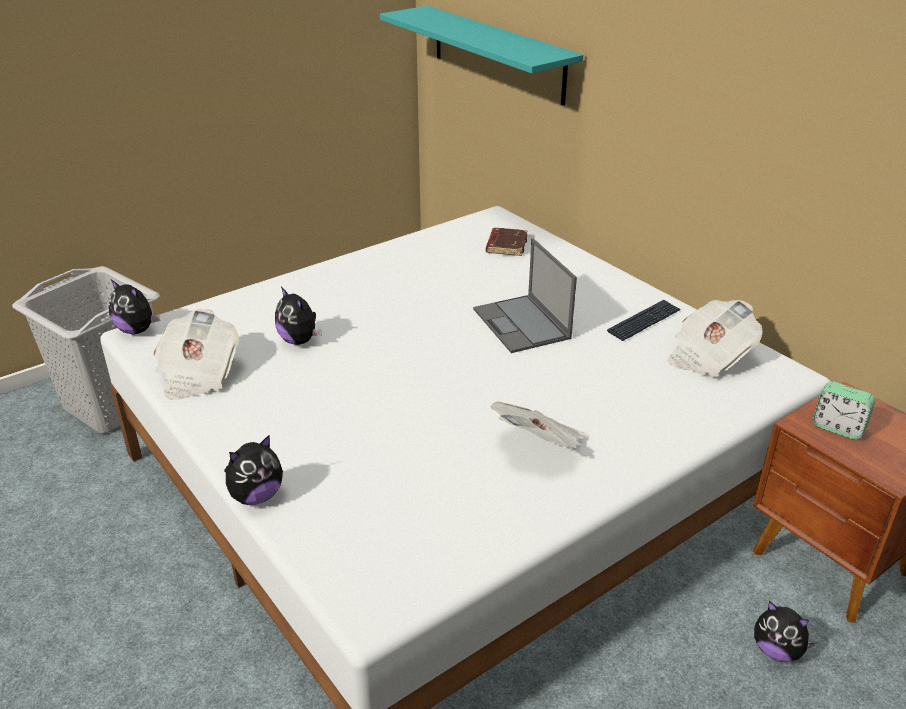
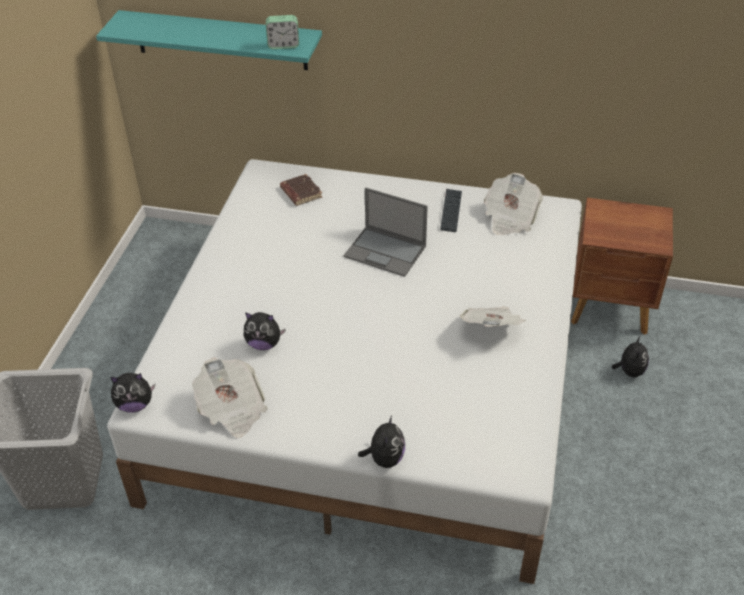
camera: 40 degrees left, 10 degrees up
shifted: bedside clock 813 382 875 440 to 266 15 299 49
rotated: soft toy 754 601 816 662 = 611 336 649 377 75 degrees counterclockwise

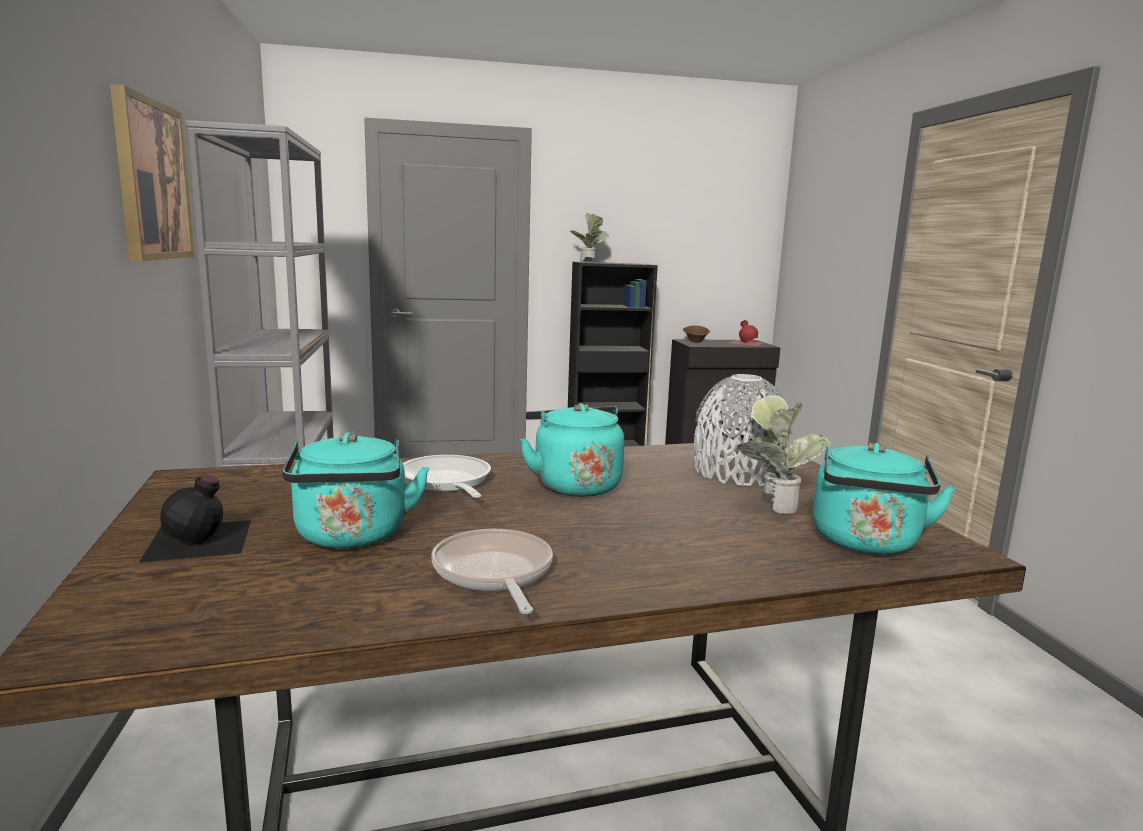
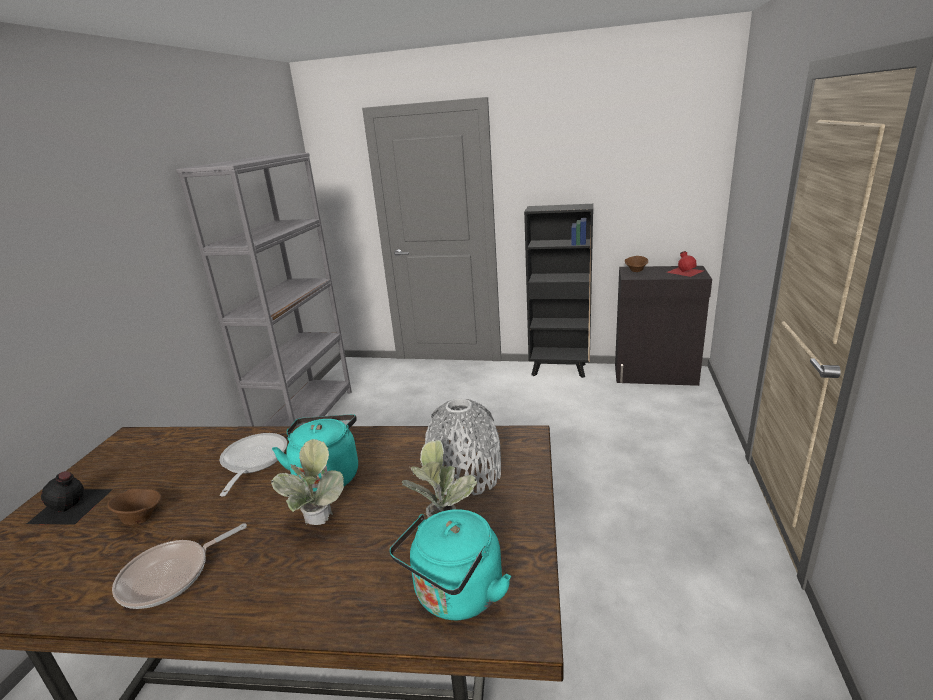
camera: 25 degrees right, 10 degrees up
gone: picture 110 84 195 261
shifted: houseplant 570 213 609 262 to 271 439 344 525
swapped: turquoise water kettle 282 432 430 548 to brown deep dish 107 489 161 525
rotated: skillet 431 529 553 614 = 112 523 247 609 135 degrees counterclockwise

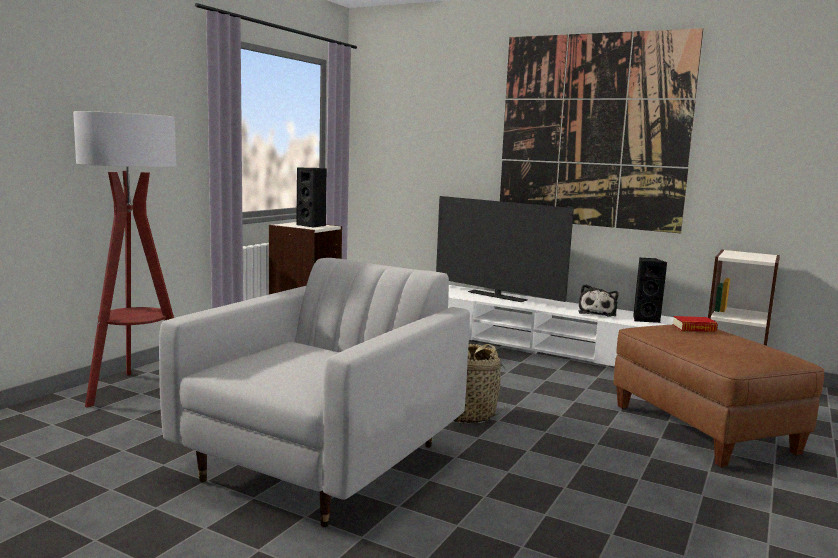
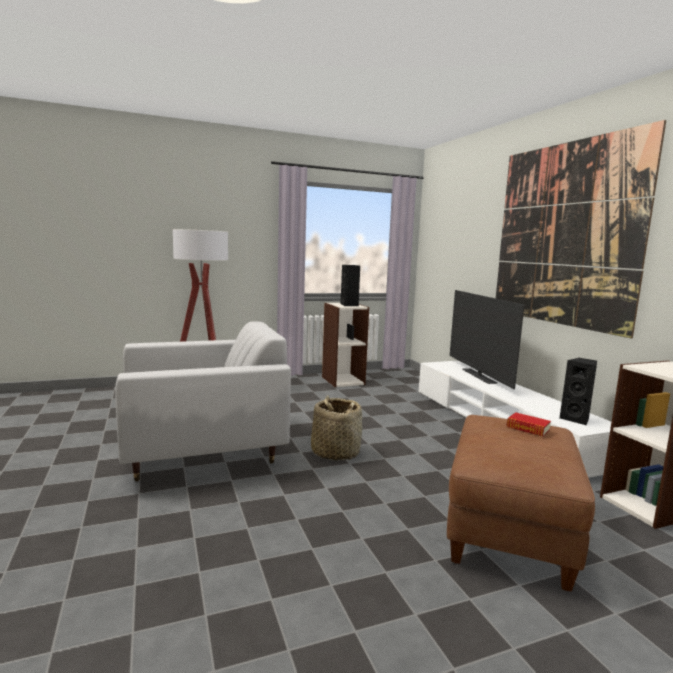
camera: 40 degrees right, 0 degrees up
gone: soft toy 578 284 618 316

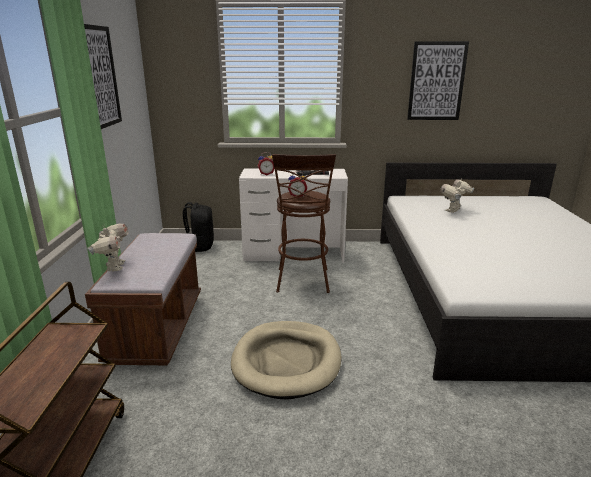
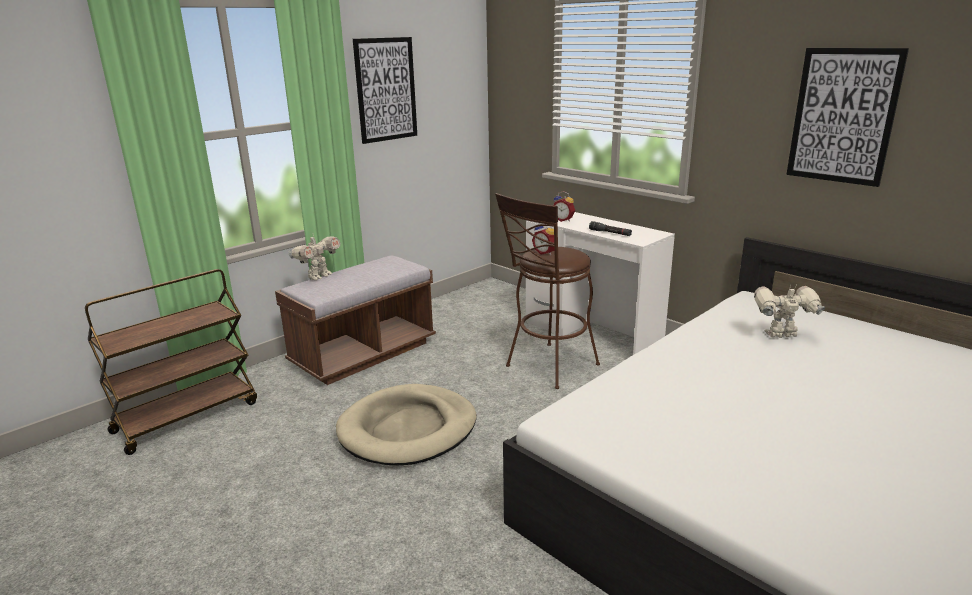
camera: 45 degrees right, 0 degrees up
gone: black rucksack 183 202 214 252

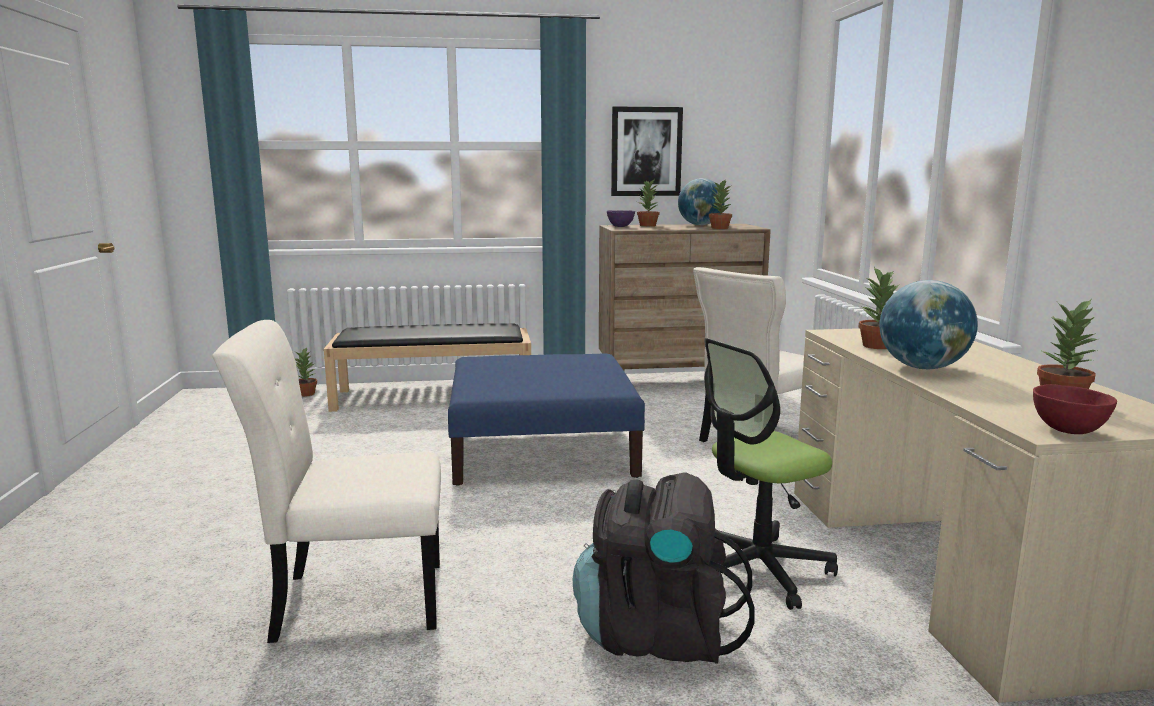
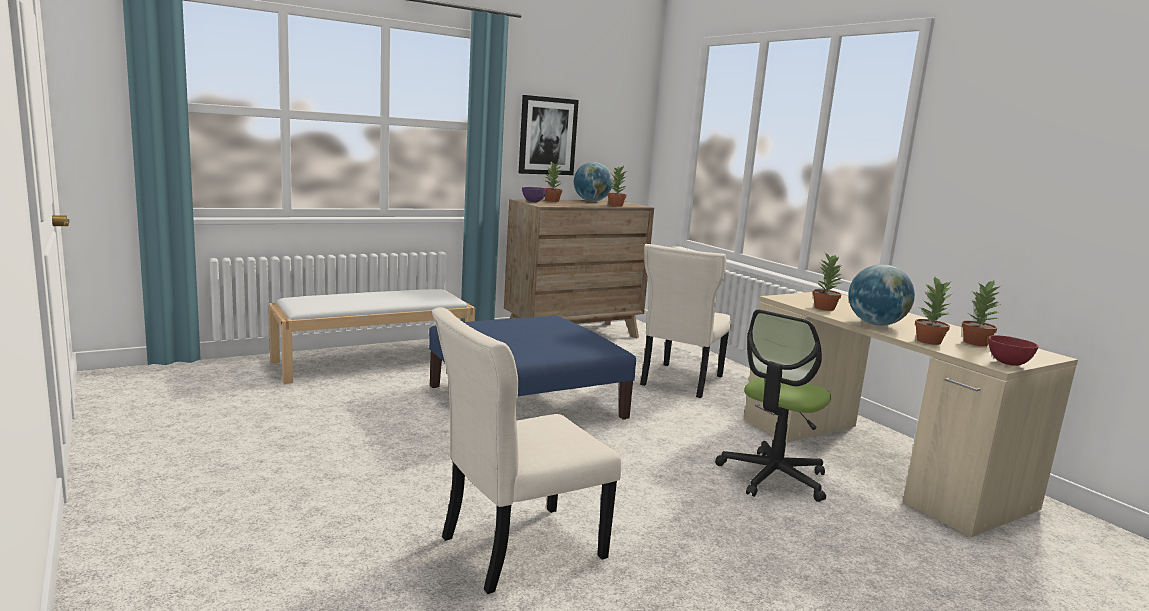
camera: 25 degrees left, 0 degrees up
gone: black rucksack 573 472 755 664
shifted: houseplant 294 347 317 397 to 915 277 952 345
repainted: black long seat 323 323 531 412 to white long seat 269 289 475 384

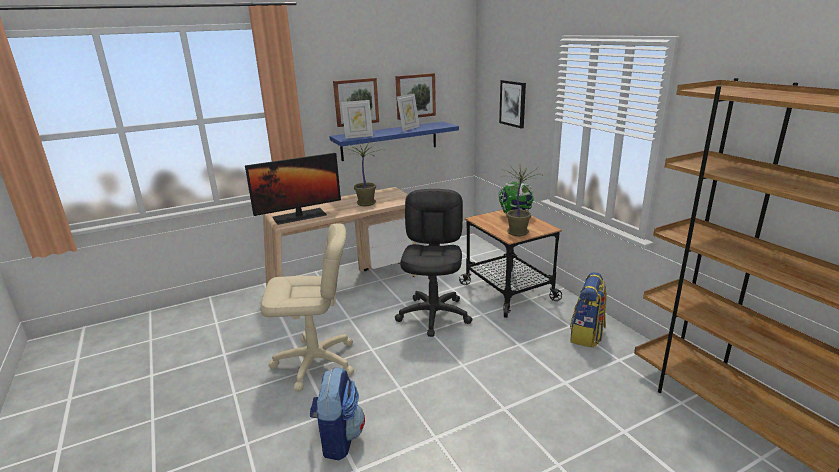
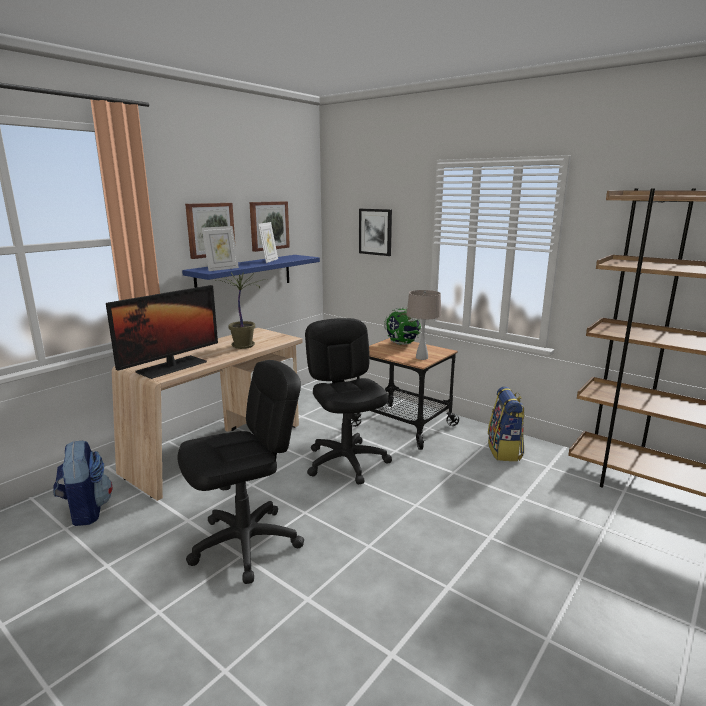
camera: 25 degrees left, 5 degrees down
shifted: rucksack 310 367 365 460 to 53 441 113 526
swapped: houseplant 501 167 543 236 to beige lamp for a table 406 290 442 360
repainted: beige desk chair 260 223 354 391 to black desk chair 177 360 304 584

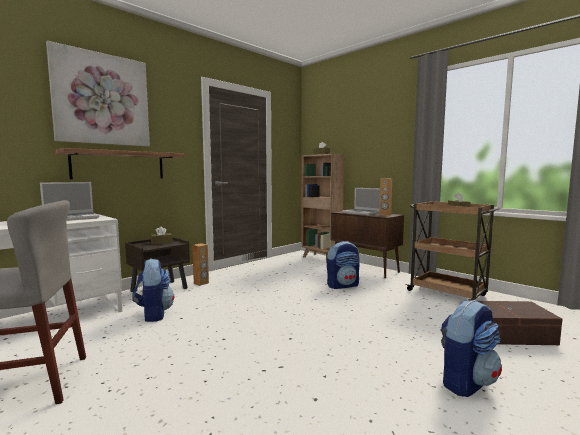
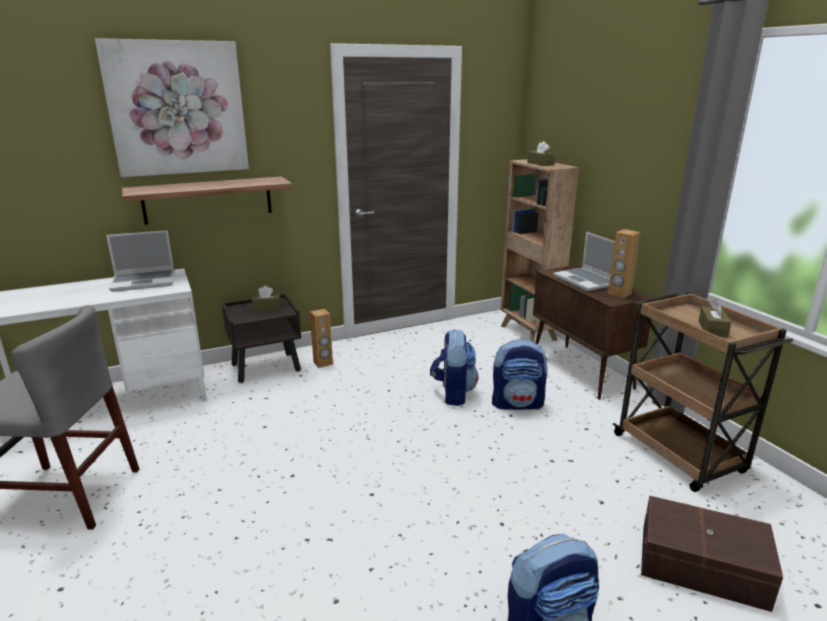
camera: 20 degrees right, 15 degrees up
shifted: rucksack 132 259 174 322 to 430 329 478 406

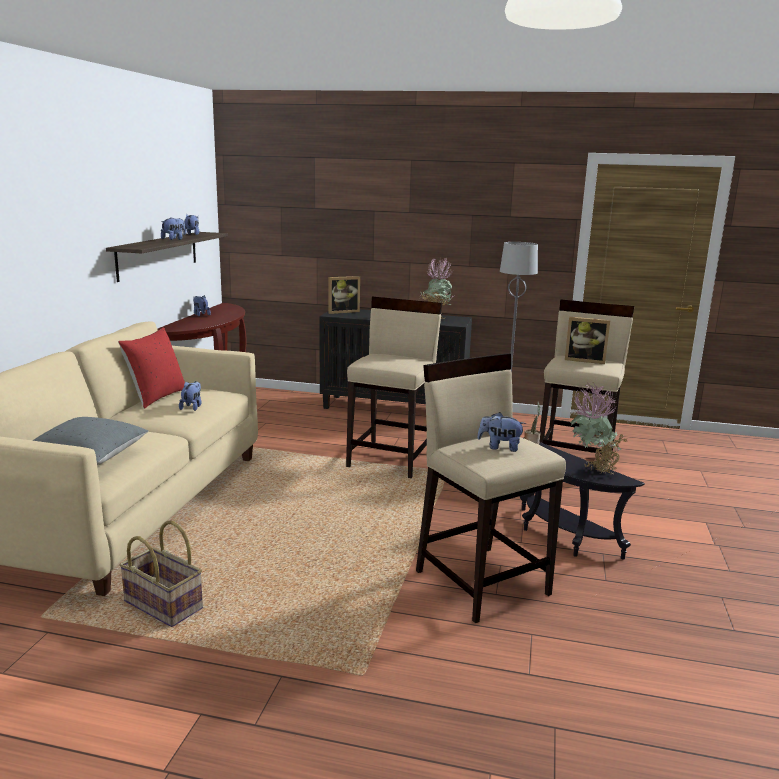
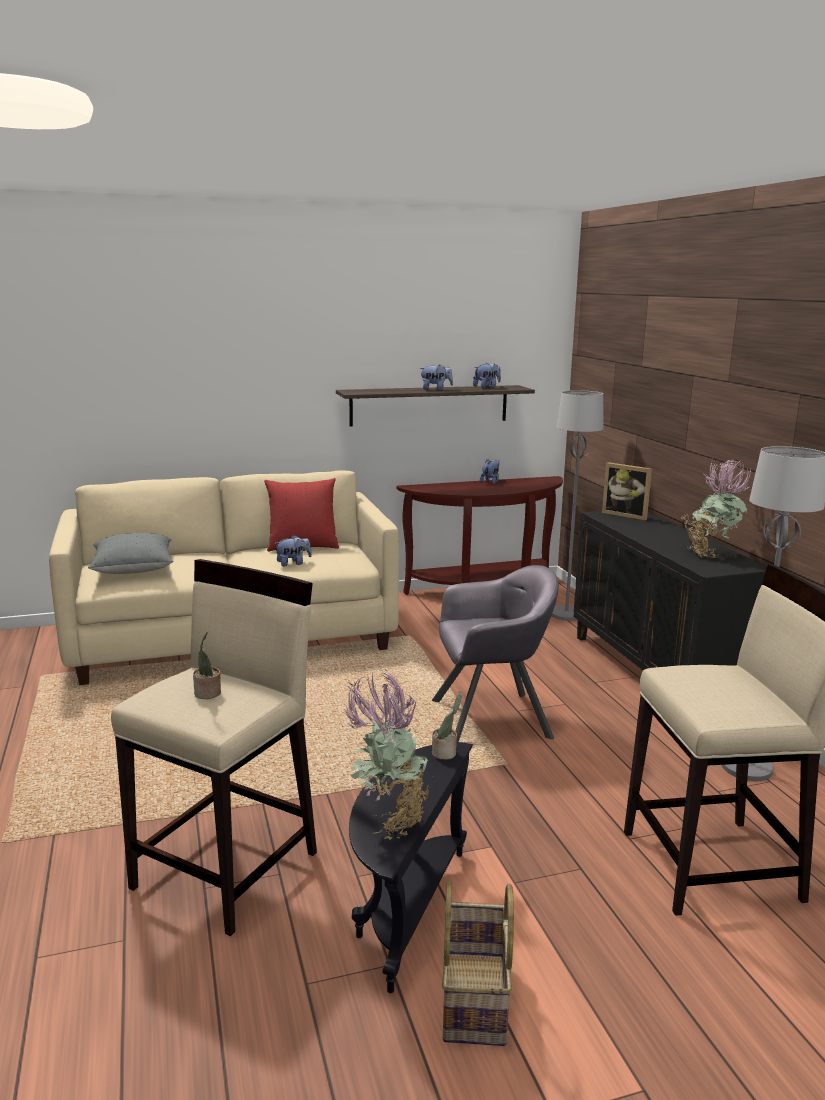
camera: 60 degrees right, 0 degrees up
gone: picture frame 565 317 610 364
new: gray floor lamp 552 390 603 621
shifted: basket 119 521 203 627 to 442 880 514 1046
swapped: beige stool 346 297 442 478 to gray lounge chair 432 565 559 742; soft toy 477 412 526 452 to houseplant 193 631 221 699

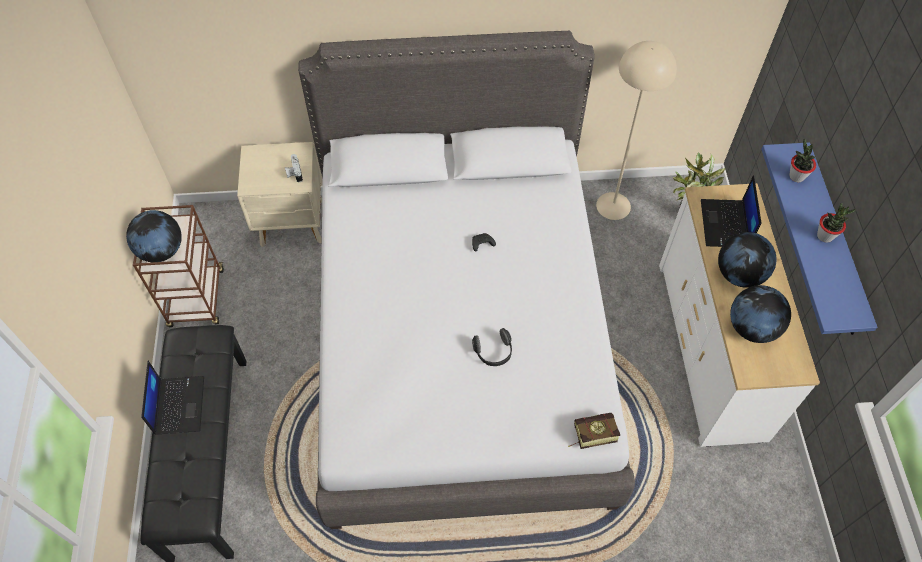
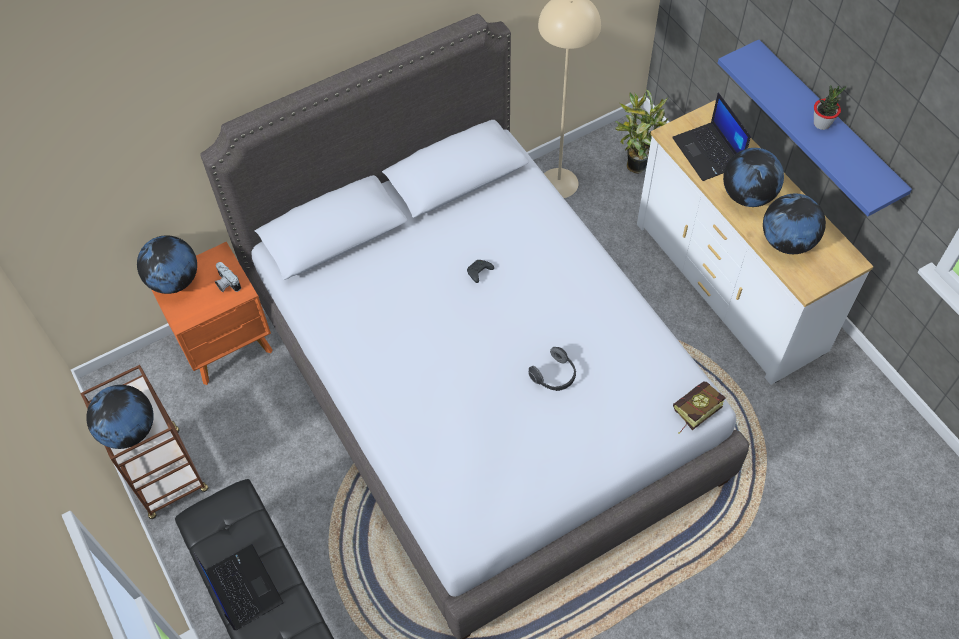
camera: 25 degrees left, 0 degrees up
gone: houseplant 789 138 816 182
new: globe 137 235 197 294
repainted: beige night table 237 142 322 247 to orange night table 151 242 272 385

